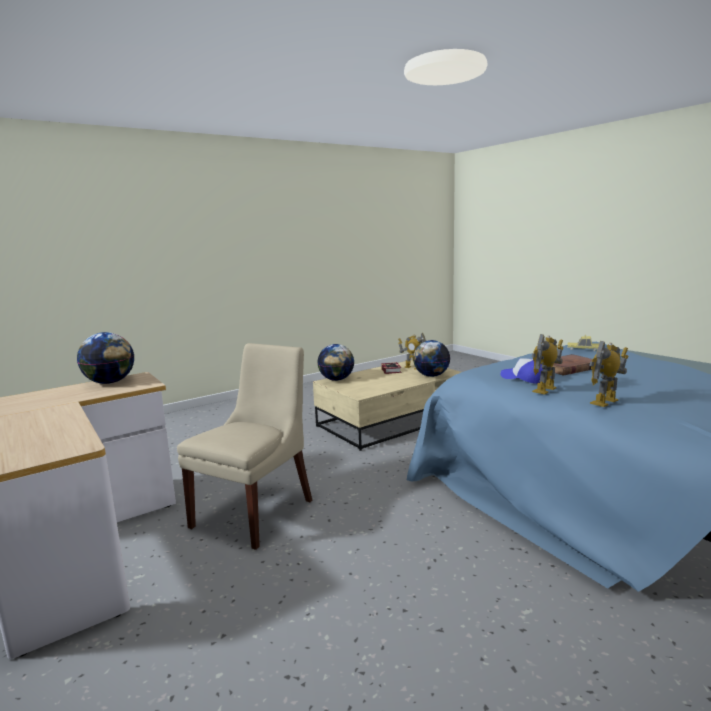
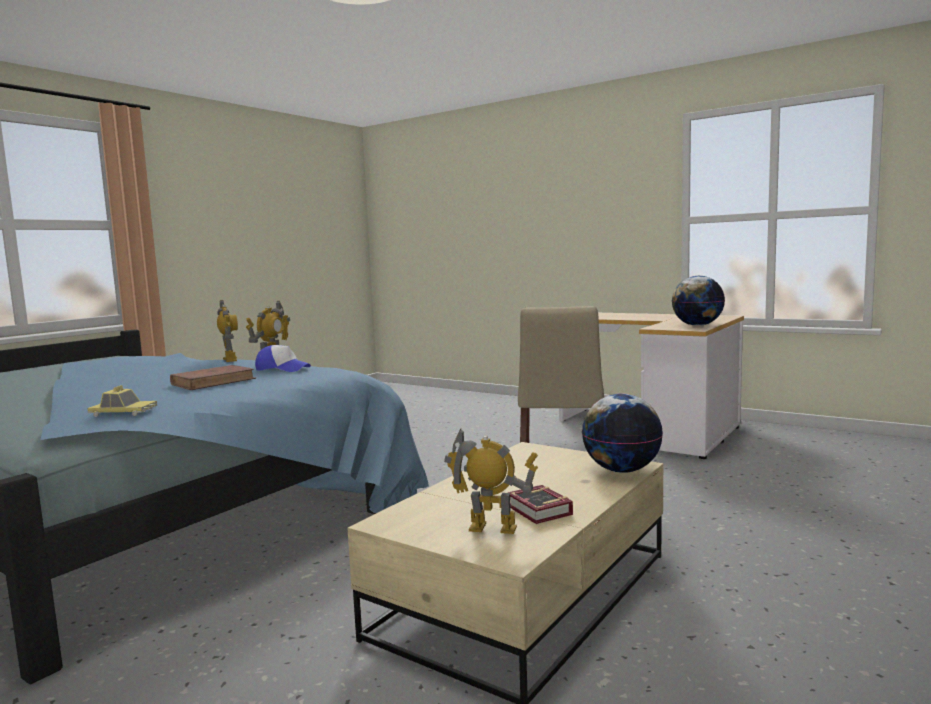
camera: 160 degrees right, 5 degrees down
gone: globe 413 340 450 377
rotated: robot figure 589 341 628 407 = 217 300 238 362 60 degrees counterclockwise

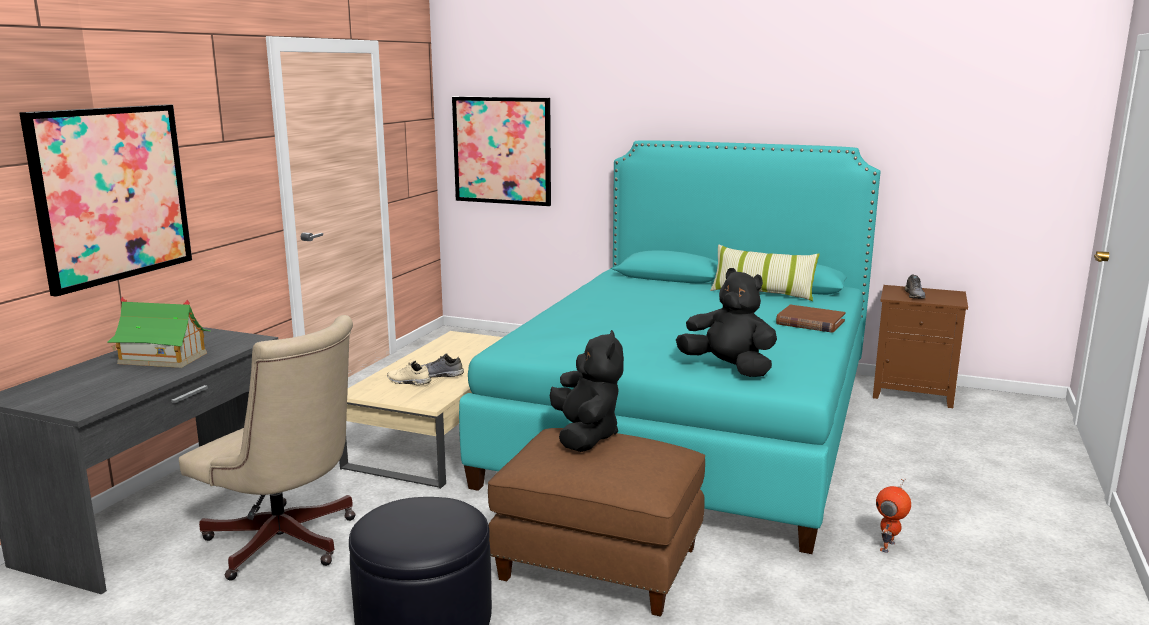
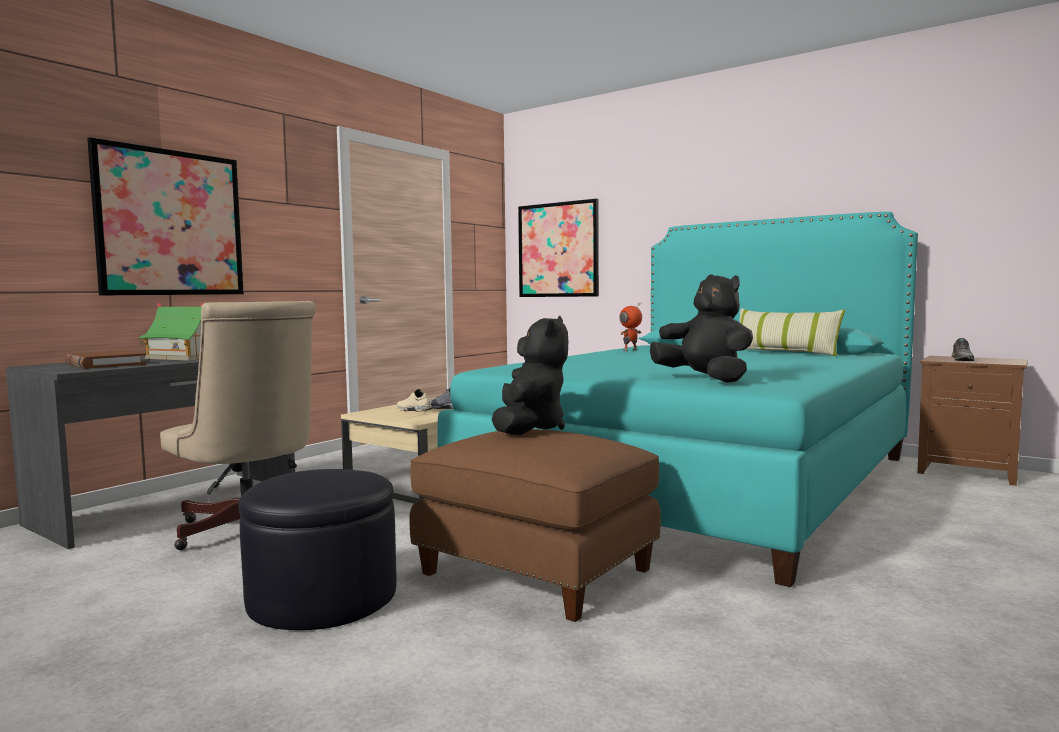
camera: 15 degrees right, 10 degrees down
shifted: brown book 776 305 846 333 to 66 350 147 369; robot figure 876 479 911 553 to 619 303 642 351

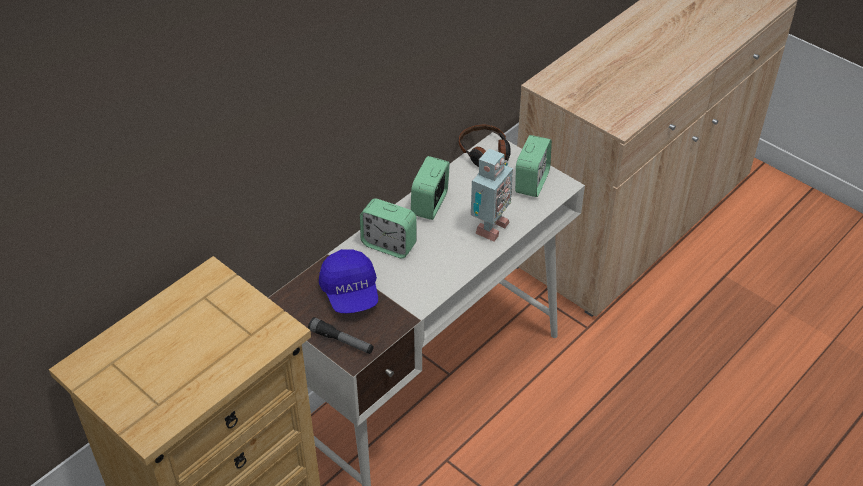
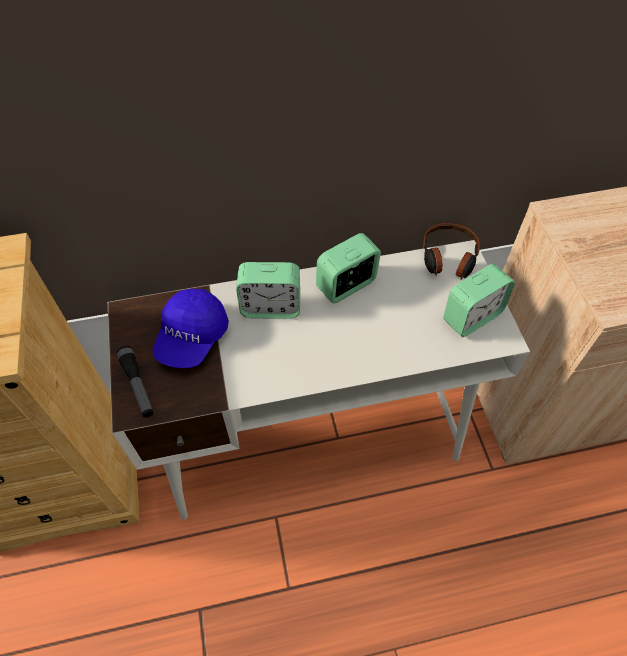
camera: 35 degrees right, 10 degrees up
gone: robot figure 471 149 513 242
rotated: bedside clock 360 198 417 258 = 236 262 300 319 60 degrees counterclockwise

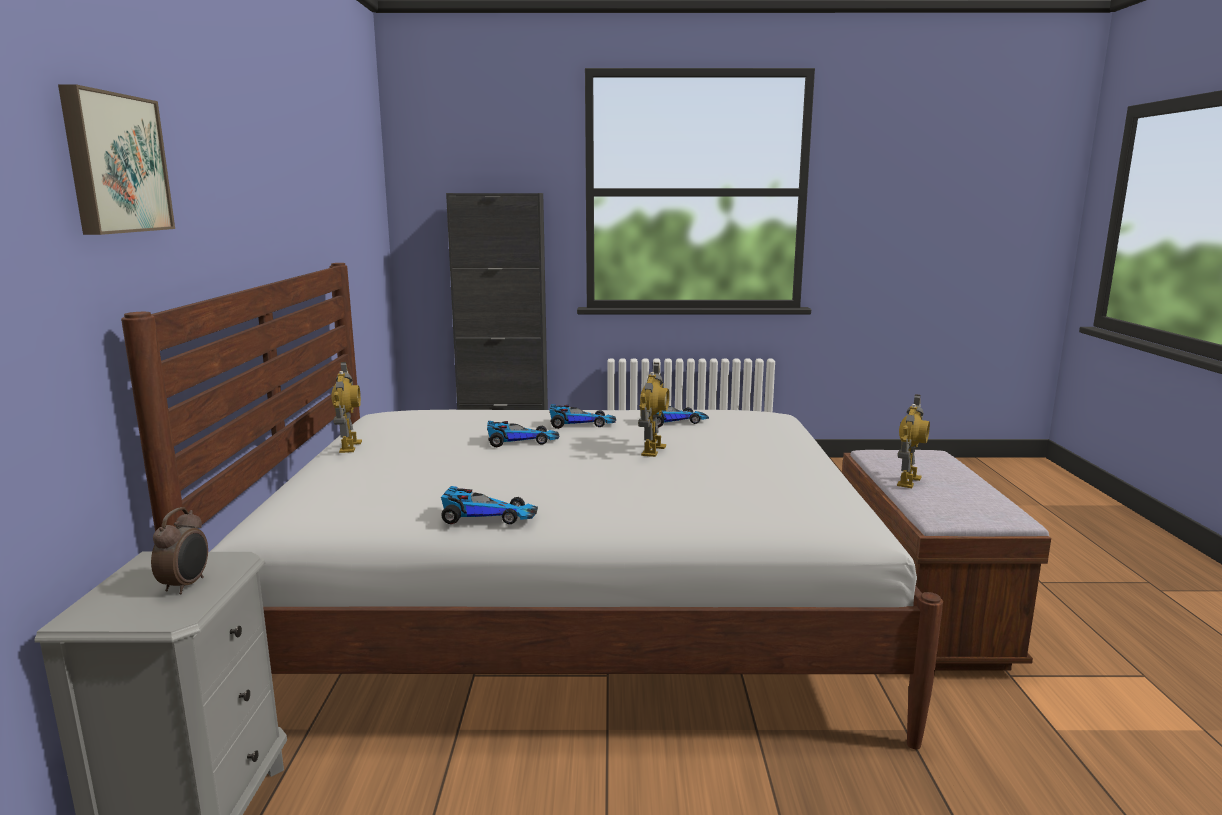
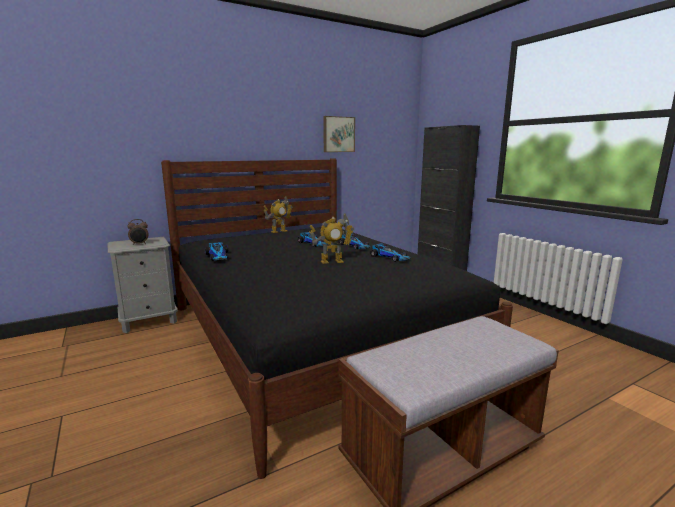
camera: 60 degrees right, 0 degrees up
gone: robot figure 897 394 930 488
shifted: picture 58 84 175 235 to 323 116 355 152
repainted: white sleeping bed 121 263 943 749 to black sleeping bed 161 158 513 479

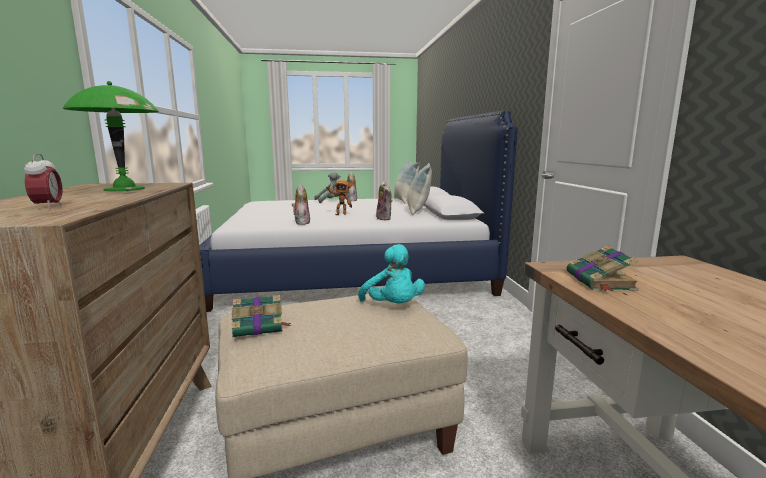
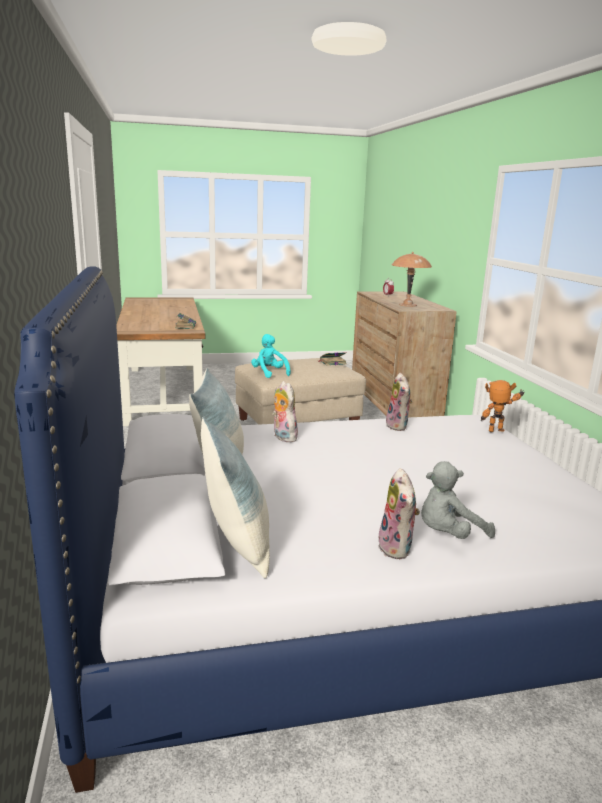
camera: 175 degrees right, 5 degrees up
shifted: robot figure 327 179 354 215 to 481 380 525 432
repainted: greenish lamp for a table 63 81 159 191 to brown lamp for a table 392 252 432 307

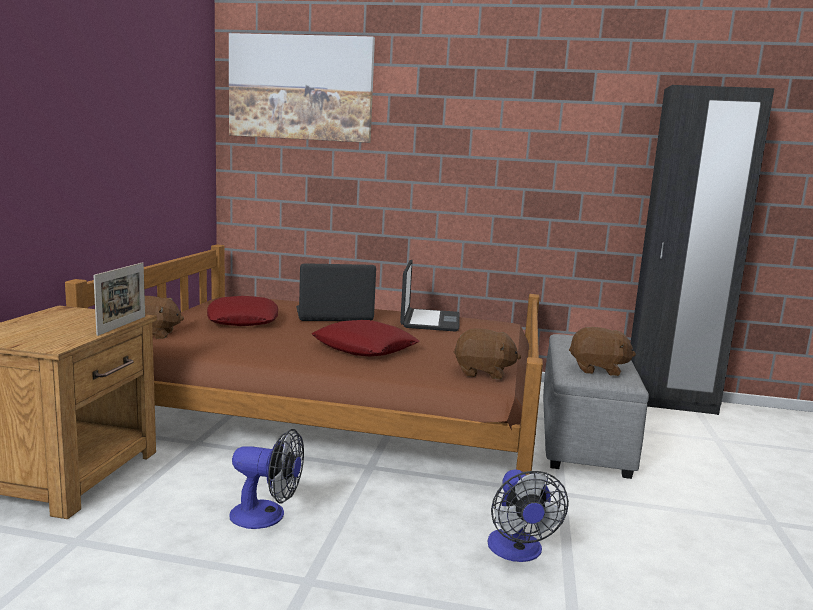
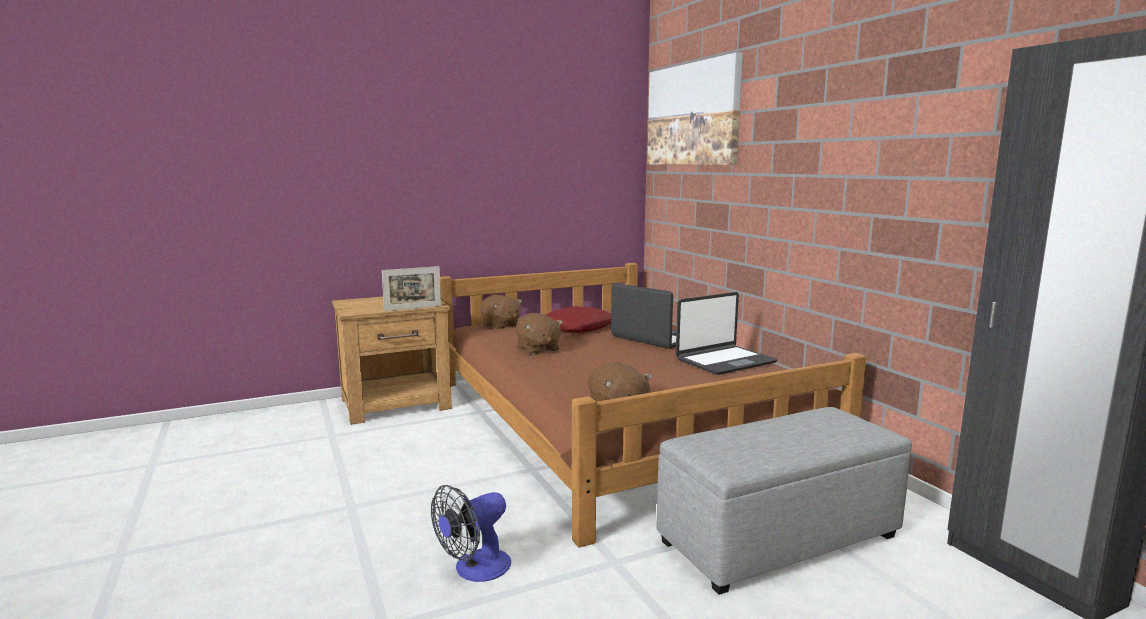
camera: 55 degrees right, 0 degrees up
gone: fan 229 429 304 529; red throw pillow 311 320 419 356
shifted: brown soft toy 569 327 636 376 to 516 313 563 355

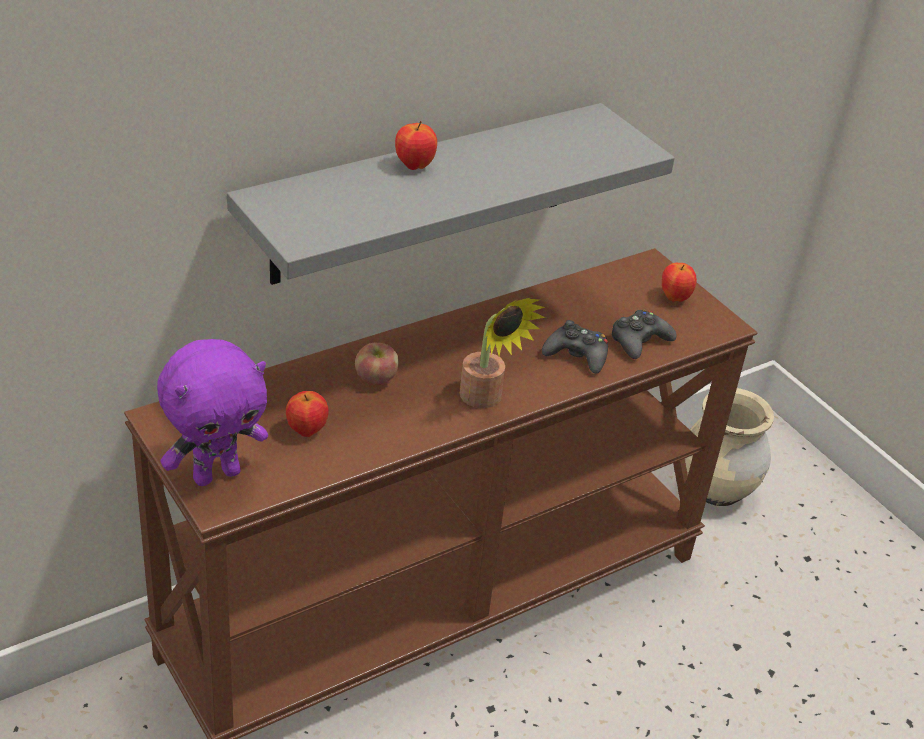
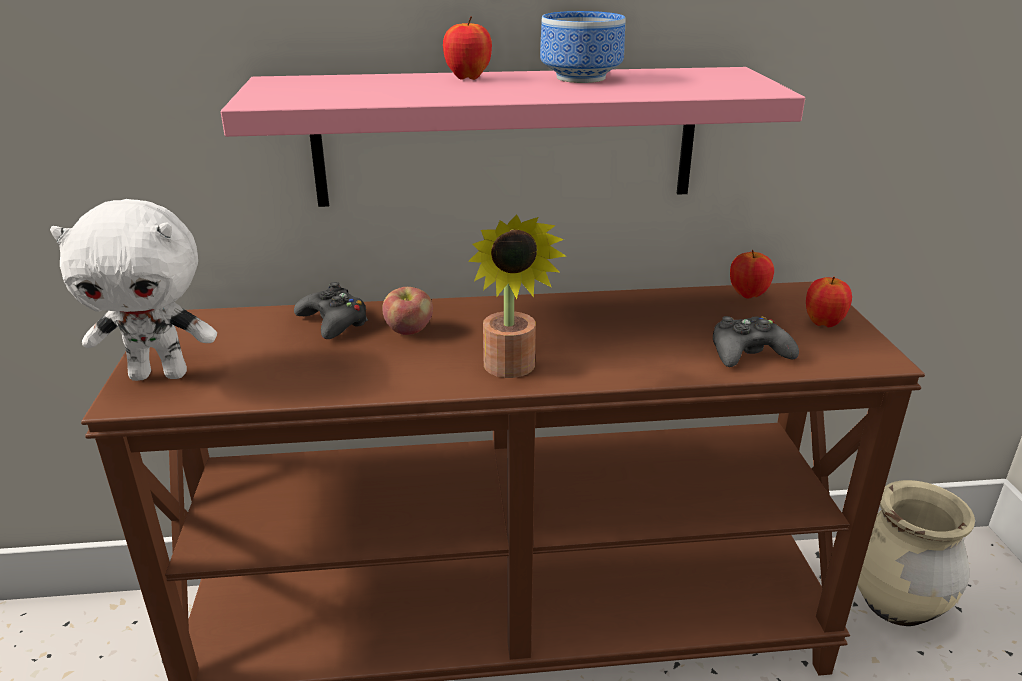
camera: 30 degrees right, 10 degrees down
new: deep dish 540 11 625 83
shifted: apple fruit 286 391 329 437 to 730 250 774 299; black gamepad 542 320 608 374 to 294 282 368 339
repainted: purplish soft toy 157 339 268 486 to white soft toy 50 199 217 381; gray bracket shelf 227 103 675 285 to pink bracket shelf 221 67 805 207

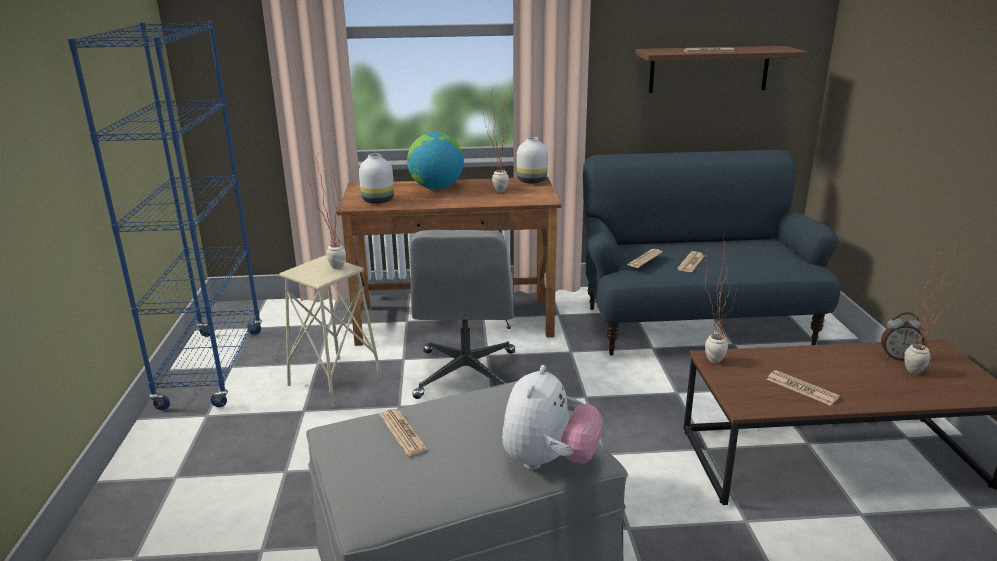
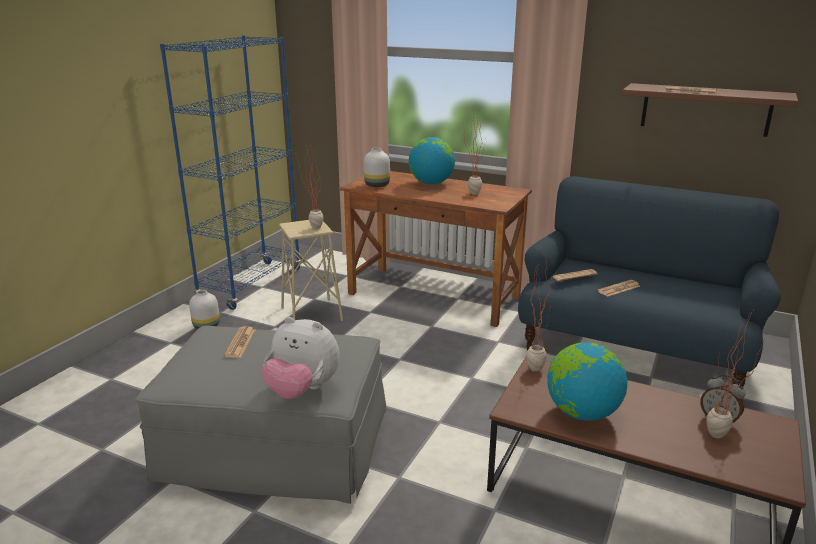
camera: 30 degrees right, 0 degrees up
gone: gray desk chair 410 230 515 399
shifted: white vase 517 137 548 183 to 189 290 220 329
swapped: newspaper 766 370 840 405 to globe 547 342 627 421
rotated: soft toy 502 365 602 470 = 262 317 340 399 60 degrees clockwise

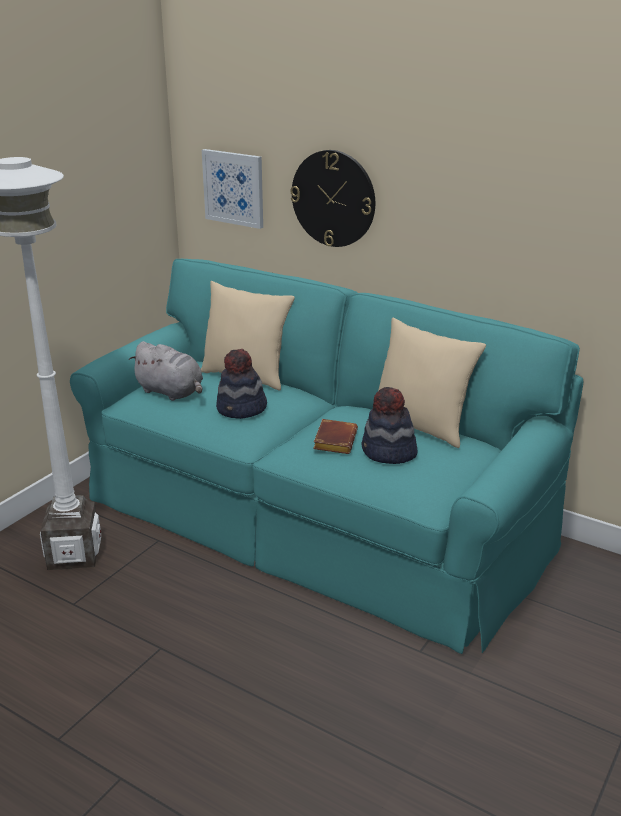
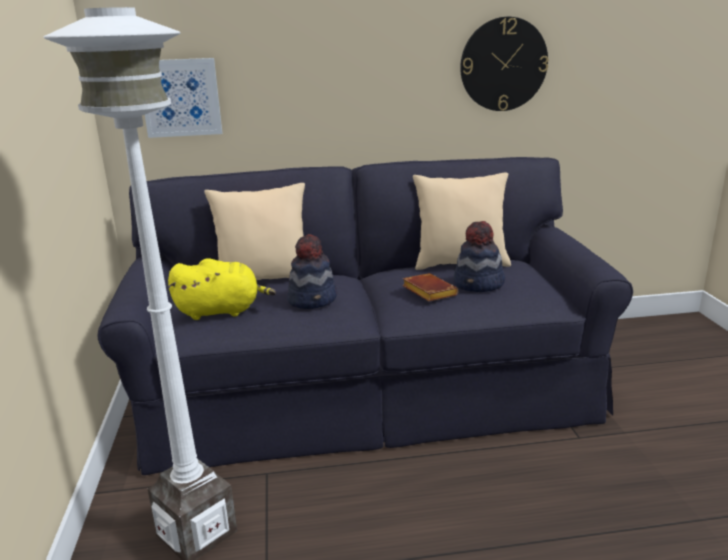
camera: 40 degrees left, 5 degrees down
shifted: wall clock 290 150 375 247 to 460 17 548 111
repainted: turquoise sofa 70 259 584 654 to black sofa 98 157 633 475; gray soft toy 129 341 203 401 to yellowish soft toy 168 258 276 320

